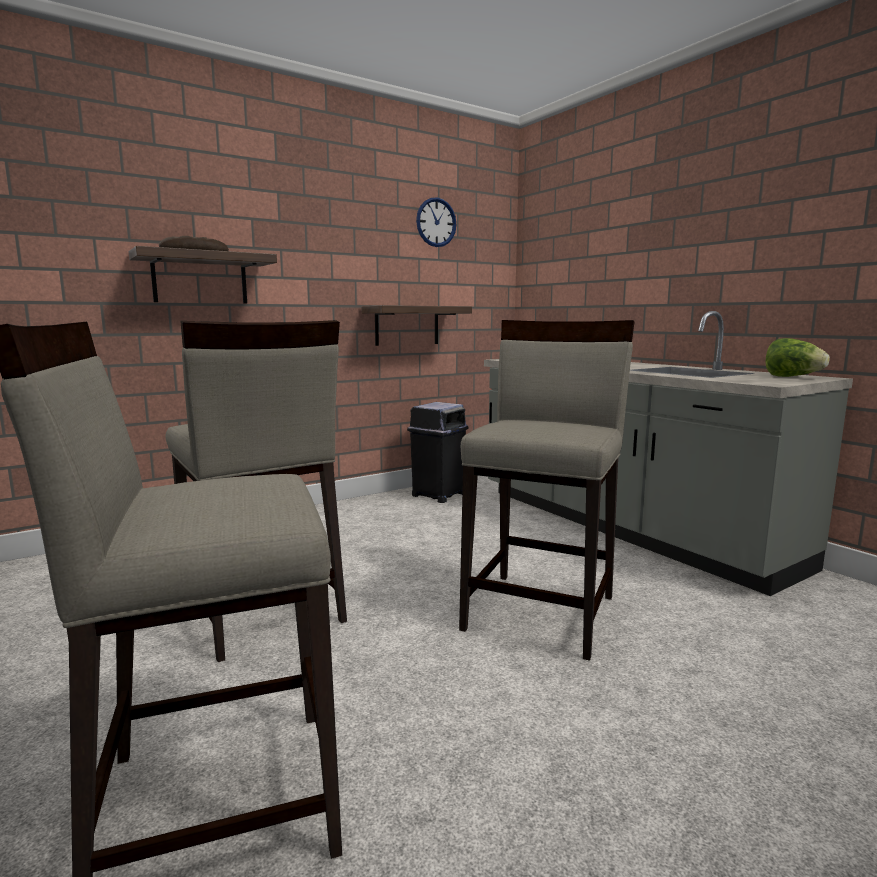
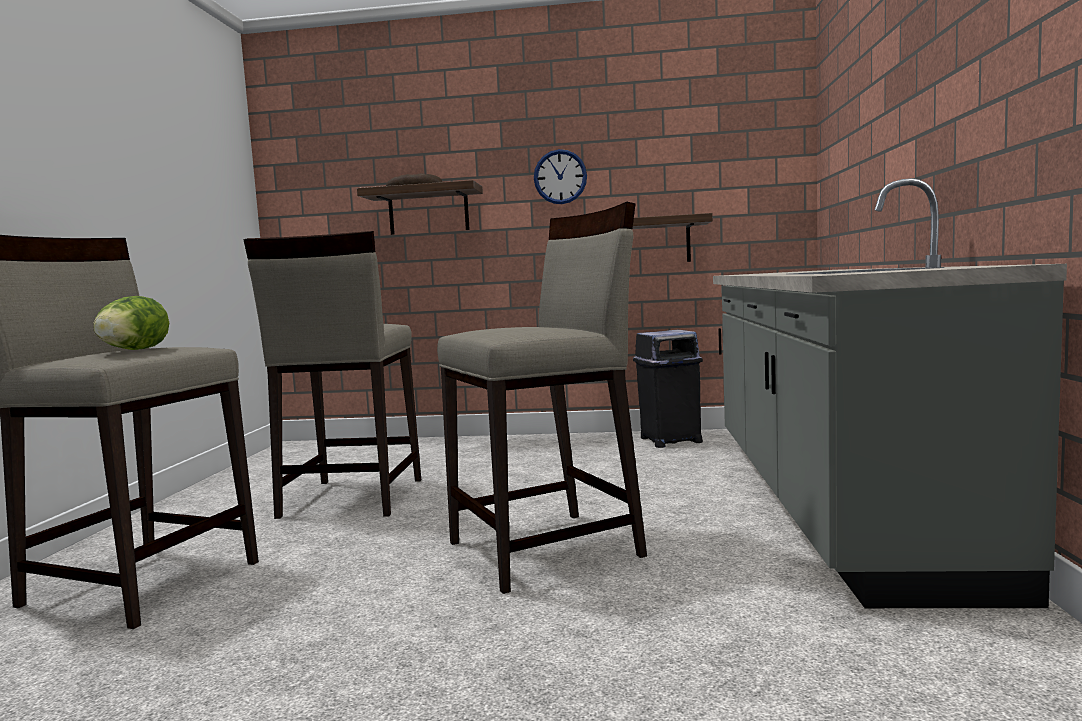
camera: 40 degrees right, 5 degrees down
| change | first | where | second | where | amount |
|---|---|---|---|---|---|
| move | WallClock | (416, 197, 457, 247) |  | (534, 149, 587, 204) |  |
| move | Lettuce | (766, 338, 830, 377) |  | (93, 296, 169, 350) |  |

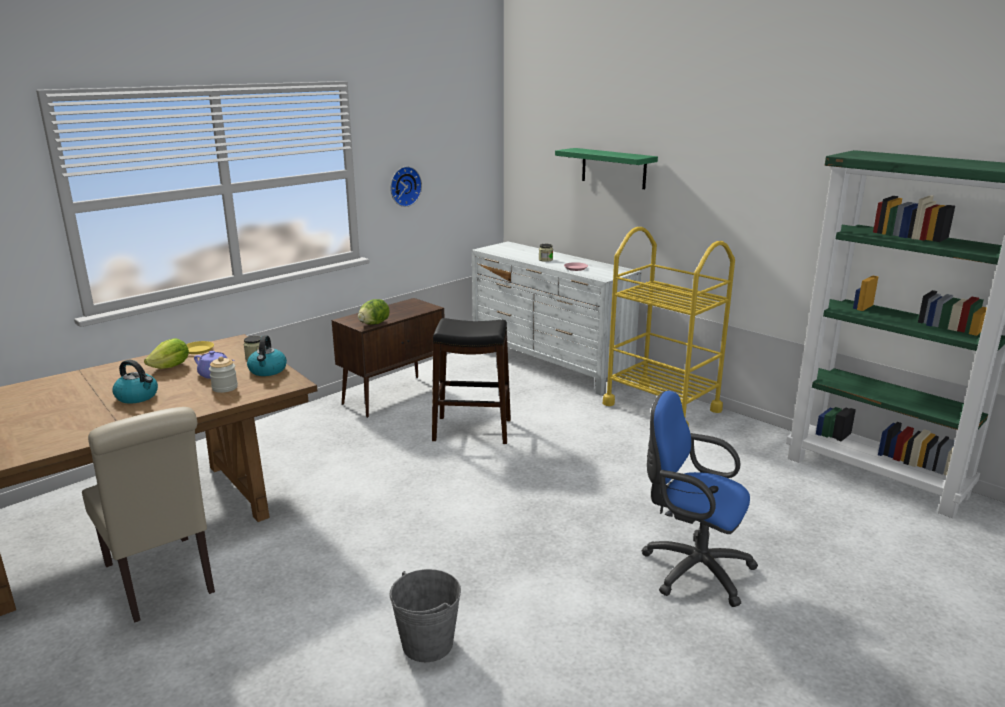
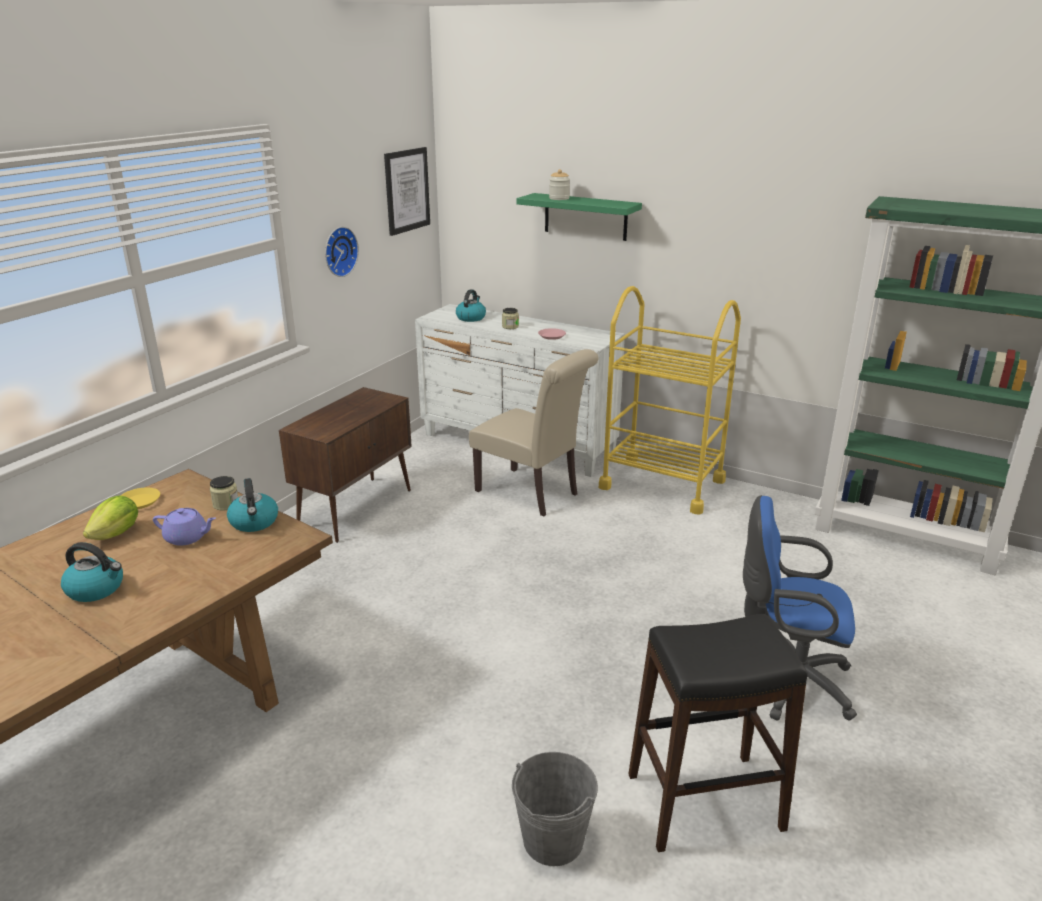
camera: 15 degrees left, 5 degrees up
| change | first | where | second | where | amount |
|---|---|---|---|---|---|
| move | BeigeChair | (82, 407, 215, 623) |  | (469, 349, 599, 517) |  |
| move | Jar | (209, 357, 238, 393) |  | (549, 169, 570, 200) |  |
| delete | Lettuce | (358, 299, 390, 325) |  |  |  |
| move | BlackStool | (432, 318, 511, 444) |  | (628, 614, 808, 852) |  |
| insert |  |  | Picture | (384, 147, 430, 236) |  |
| insert |  |  | Kettle | (456, 289, 486, 322) |  |

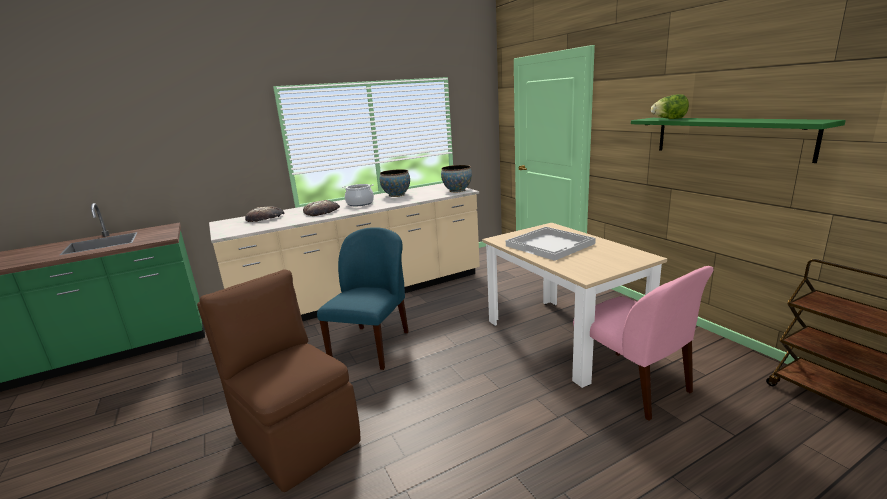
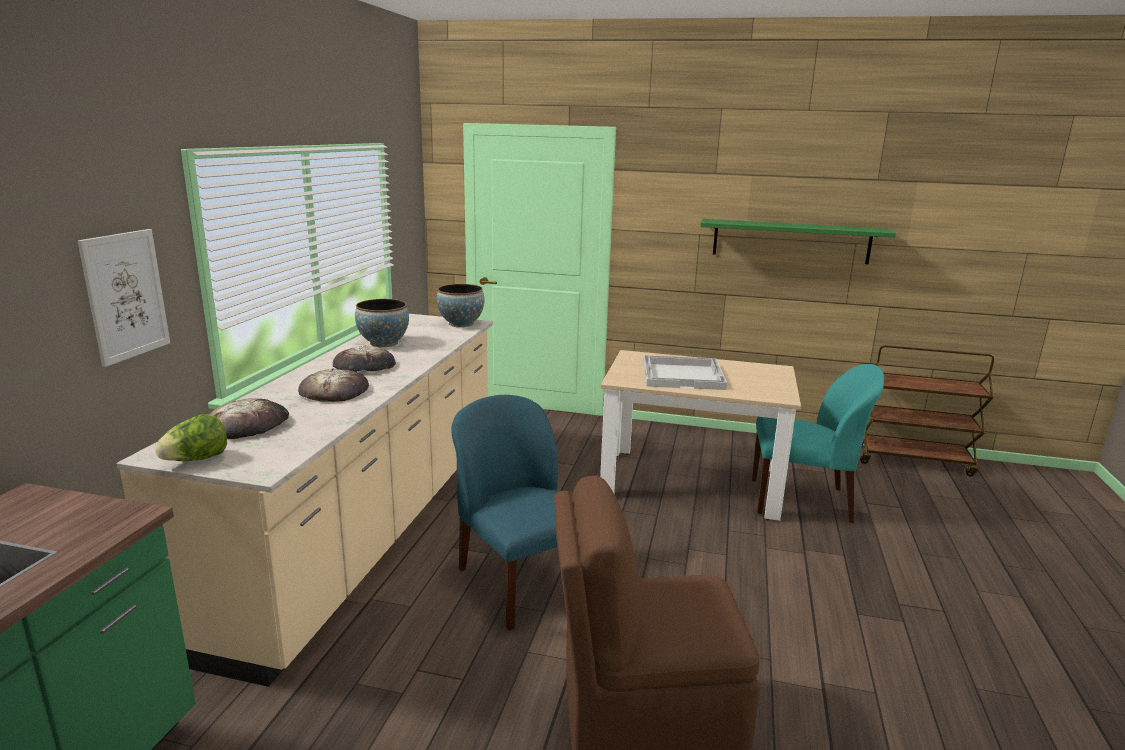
camera: 50 degrees left, 0 degrees up
| change | first | where | second | where | amount |
|---|---|---|---|---|---|
| replace | CookingPot | (342, 184, 374, 206) | Bread | (333, 345, 396, 372) |  |
| recolor | PinkChair | (573, 266, 714, 421) | TurquoiseChair | (752, 364, 884, 523) |  |
| move | Lettuce | (651, 94, 689, 119) |  | (155, 414, 227, 461) |  |
| insert |  |  | Picture | (78, 229, 170, 367) |  |

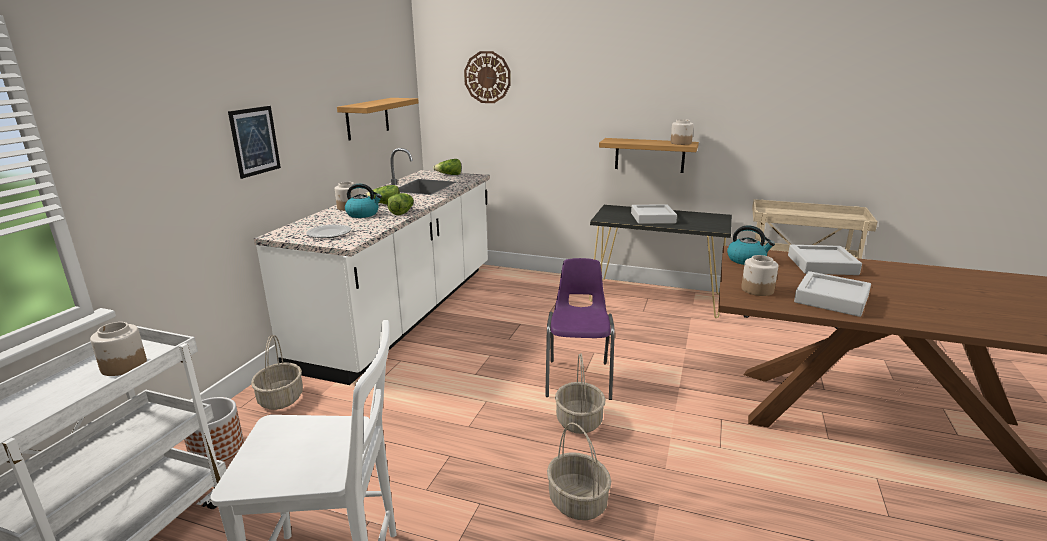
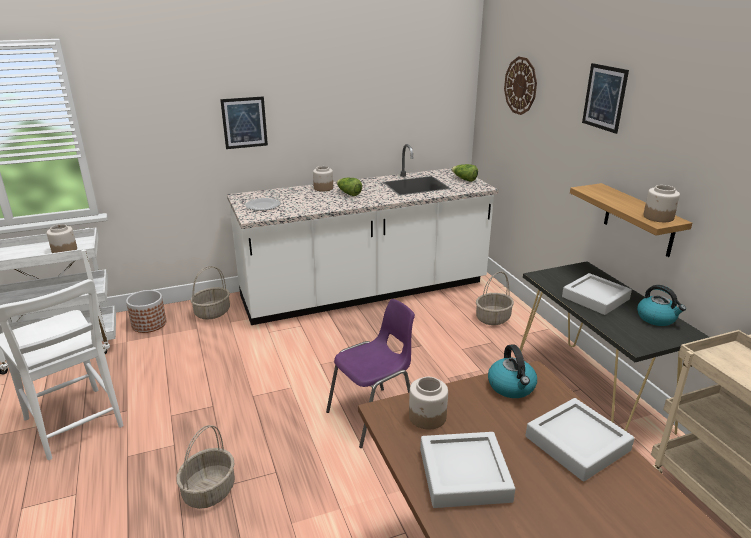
camera: 50 degrees right, 5 degrees up
| change | first | where | second | where | amount |
|---|---|---|---|---|---|
| delete | Shelf | (337, 98, 419, 141) |  |  |  |
| move | Kettle | (345, 184, 382, 218) |  | (637, 285, 686, 326) |  |
| delete | Lettuce | (387, 193, 414, 215) |  |  |  |
| move | Basket | (555, 353, 605, 434) |  | (476, 272, 514, 325) |  |
| insert |  |  | Picture | (582, 63, 629, 134) |  |

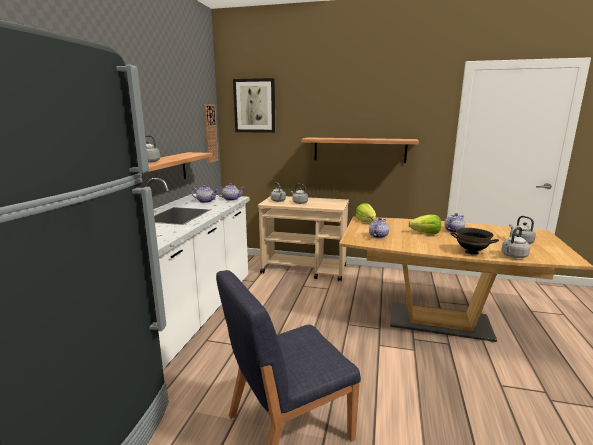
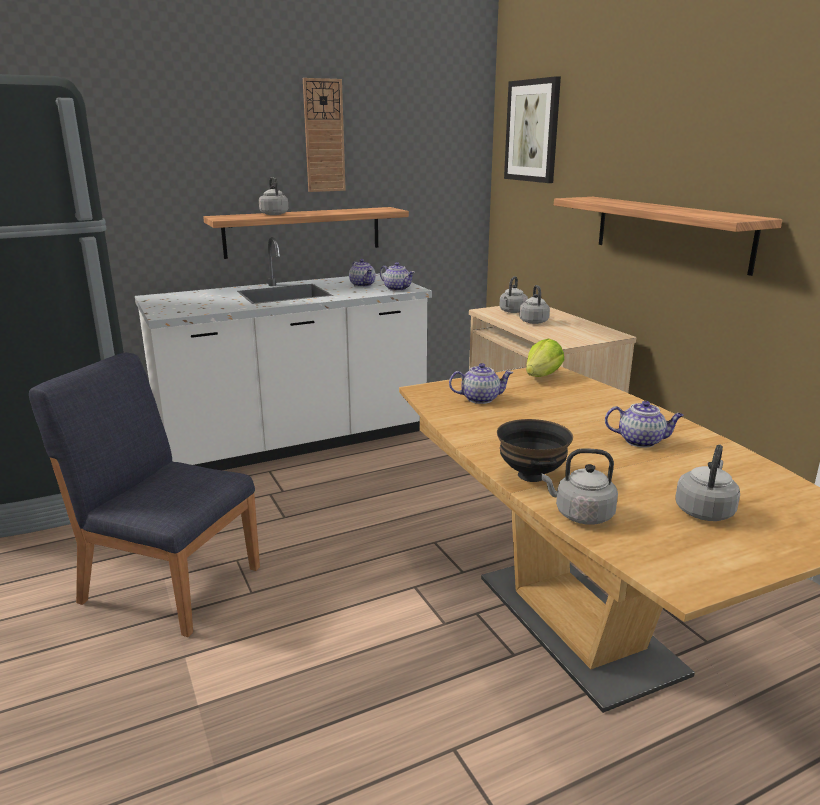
camera: 50 degrees right, 5 degrees up
| change | first | where | second | where | amount |
|---|---|---|---|---|---|
| move | WallClock | (204, 104, 218, 163) |  | (303, 78, 346, 192) |  |
| delete | Lettuce | (409, 214, 441, 234) |  |  |  |

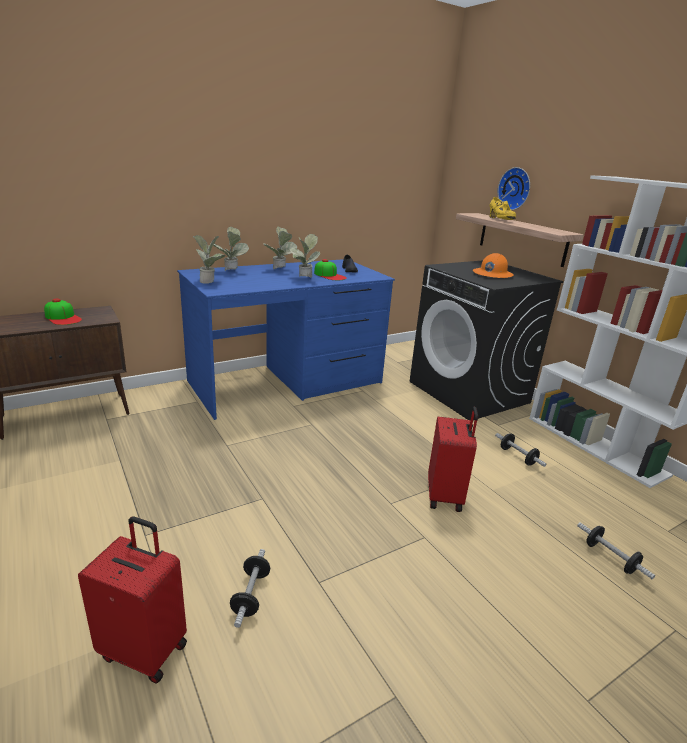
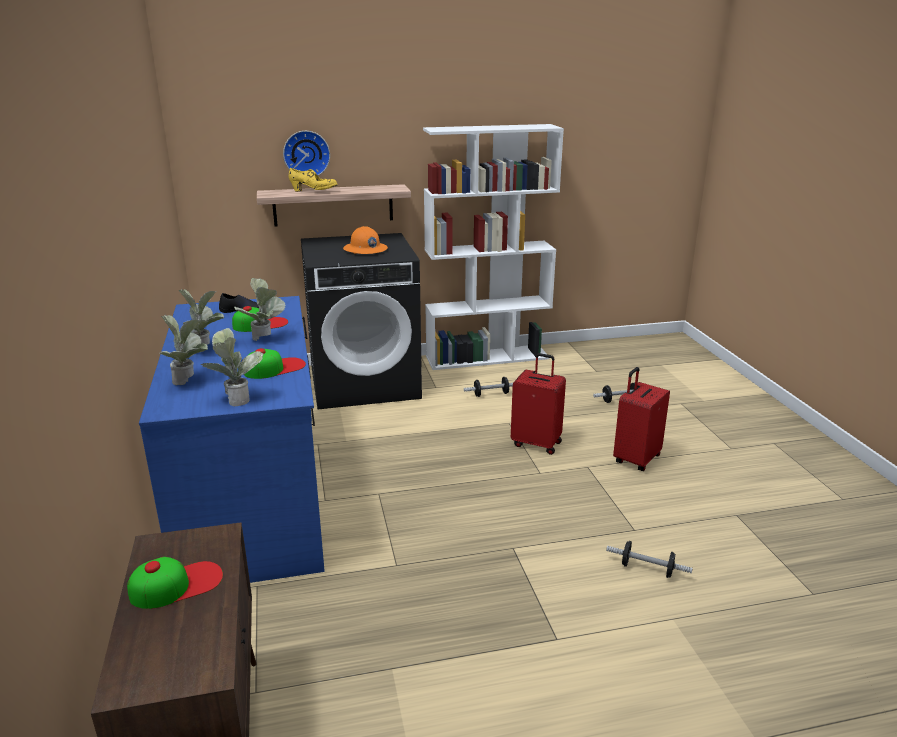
camera: 70 degrees left, 0 degrees up
| change | first | where | second | where | amount |
|---|---|---|---|---|---|
| move | RedSuitcase | (78, 516, 187, 684) |  | (613, 367, 670, 471) |  |
| insert |  |  | Cap | (244, 348, 306, 379) |  |

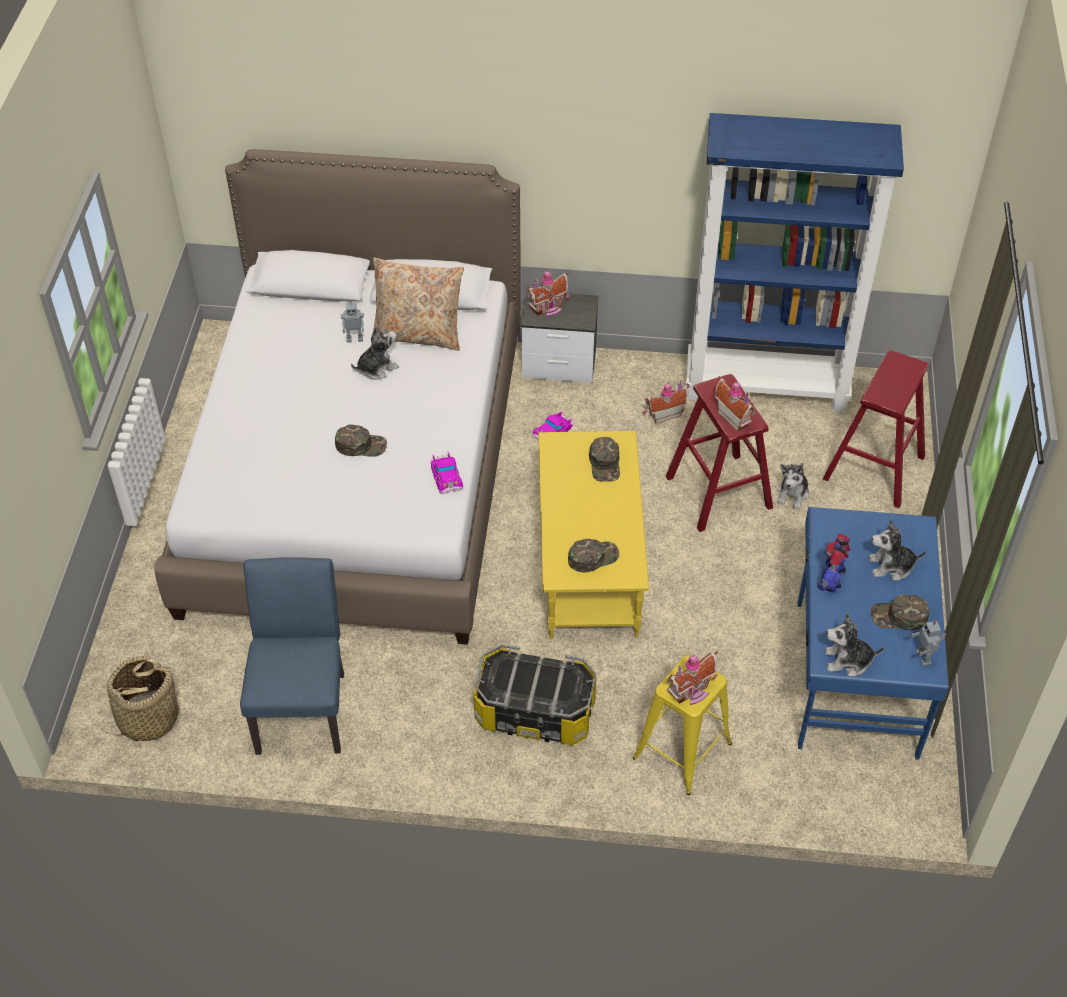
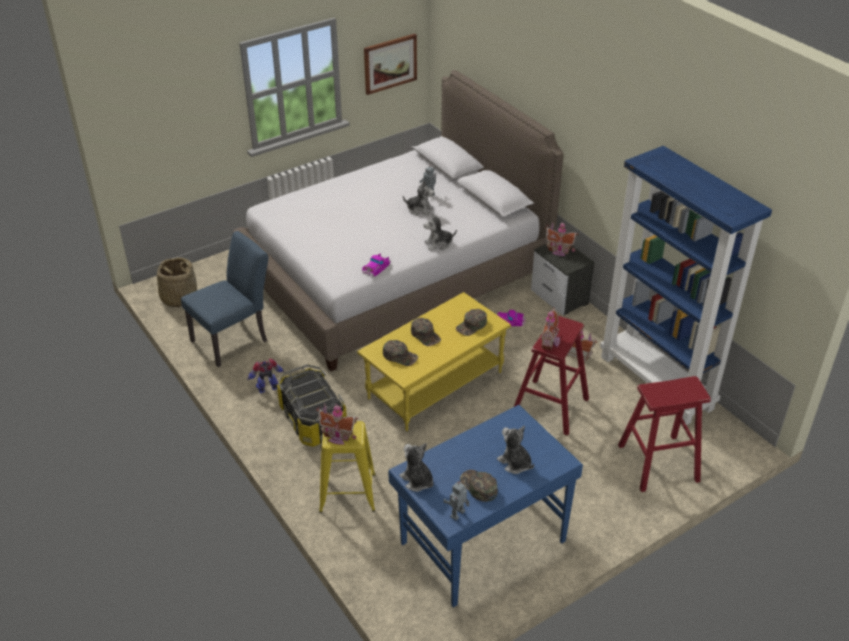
camera: 50 degrees right, 10 degrees down
| change | first | where | second | where | amount |
|---|---|---|---|---|---|
| move | GreenCap | (335, 424, 387, 457) |  | (411, 318, 441, 346) |  |
| delete | BeigePillow | (371, 258, 464, 351) |  |  |  |
| move | PlushToy | (777, 462, 809, 510) |  | (423, 213, 457, 251) |  |
| move | ToyRobot | (818, 534, 850, 593) |  | (247, 359, 284, 393) |  |
| insert |  |  | Picture | (364, 34, 417, 95) |  |

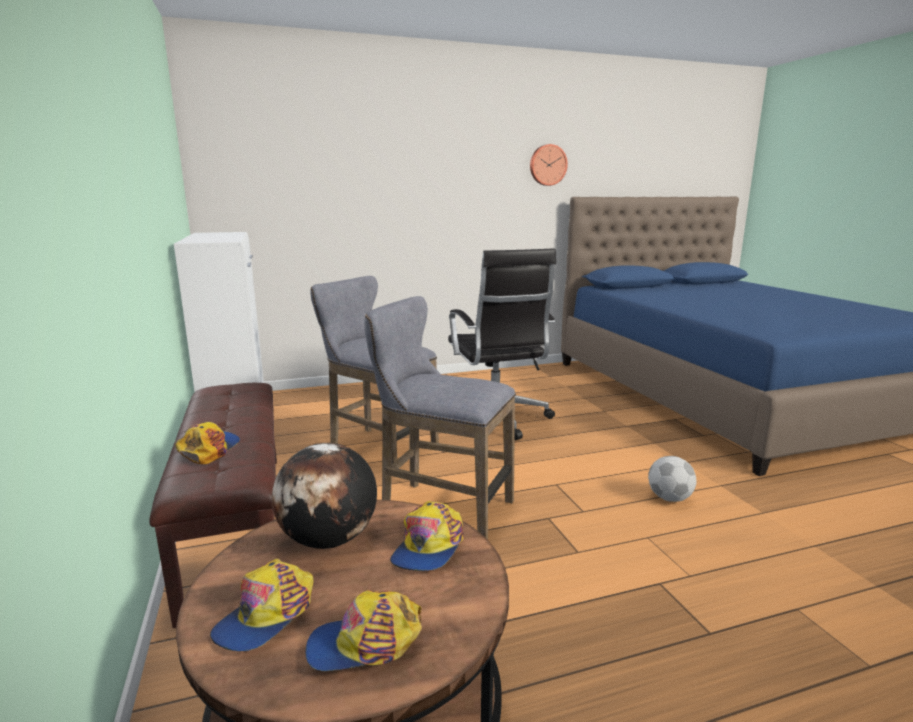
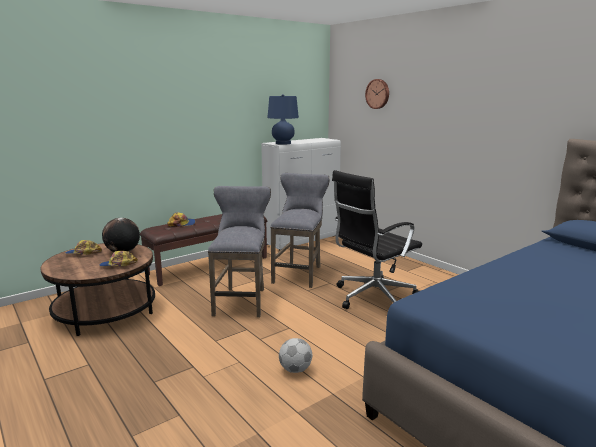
camera: 70 degrees right, 0 degrees up
| change | first | where | second | where | amount |
|---|---|---|---|---|---|
| delete | Cap | (305, 590, 422, 671) |  |  |  |
| move | WallClock | (530, 144, 568, 186) |  | (365, 79, 389, 109) |  |
| insert |  |  | BlueTableLamp | (267, 94, 299, 145) |  |

